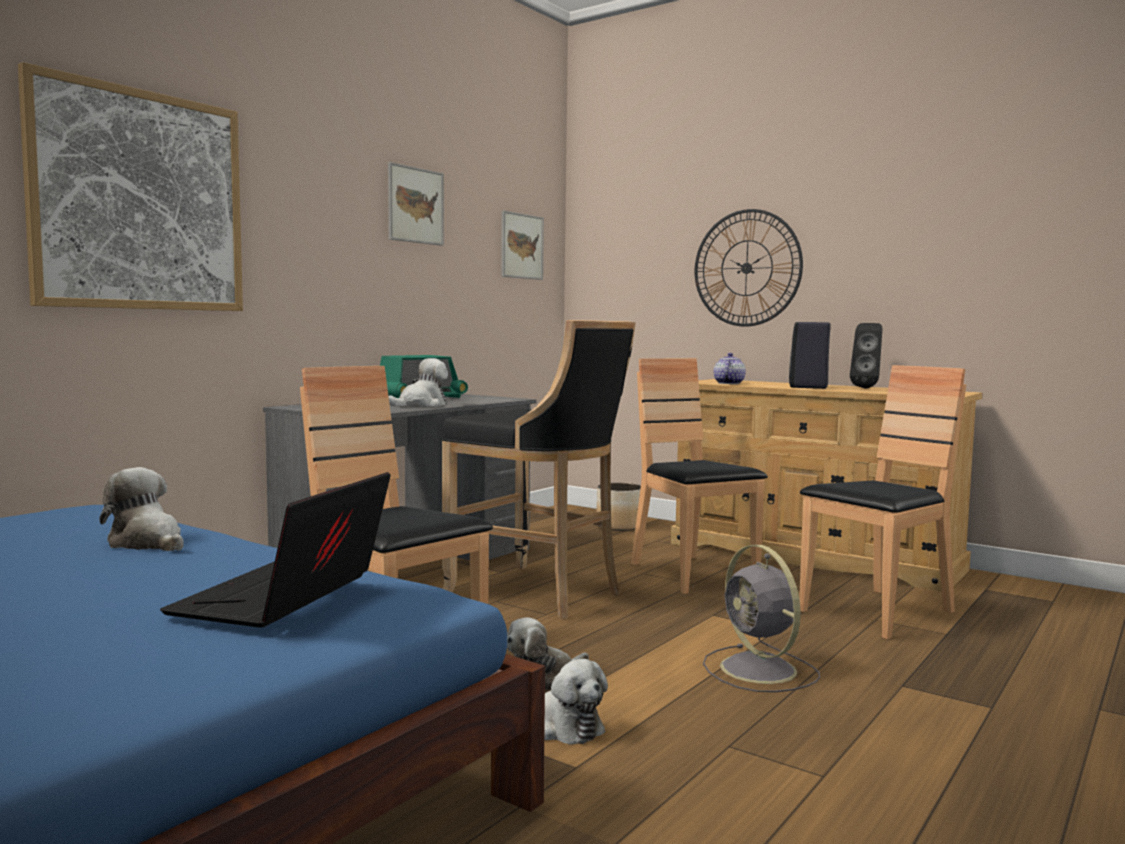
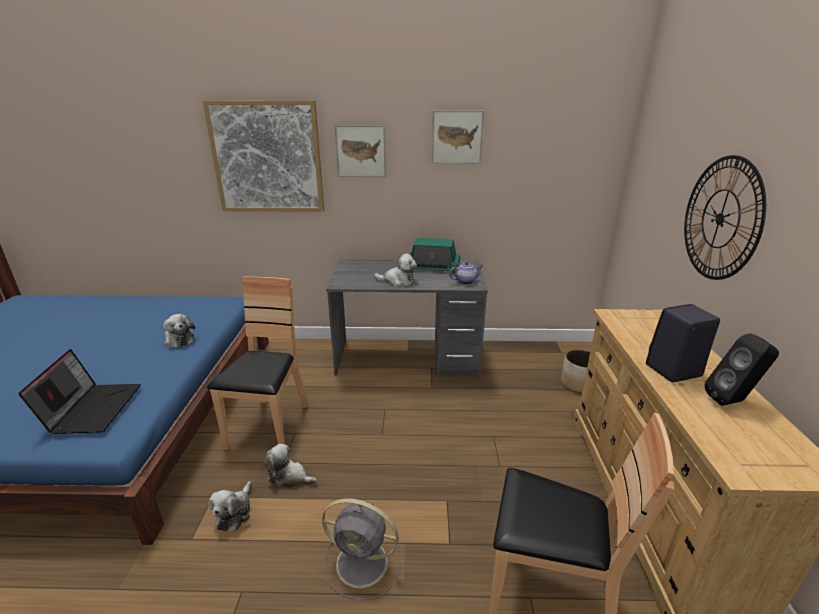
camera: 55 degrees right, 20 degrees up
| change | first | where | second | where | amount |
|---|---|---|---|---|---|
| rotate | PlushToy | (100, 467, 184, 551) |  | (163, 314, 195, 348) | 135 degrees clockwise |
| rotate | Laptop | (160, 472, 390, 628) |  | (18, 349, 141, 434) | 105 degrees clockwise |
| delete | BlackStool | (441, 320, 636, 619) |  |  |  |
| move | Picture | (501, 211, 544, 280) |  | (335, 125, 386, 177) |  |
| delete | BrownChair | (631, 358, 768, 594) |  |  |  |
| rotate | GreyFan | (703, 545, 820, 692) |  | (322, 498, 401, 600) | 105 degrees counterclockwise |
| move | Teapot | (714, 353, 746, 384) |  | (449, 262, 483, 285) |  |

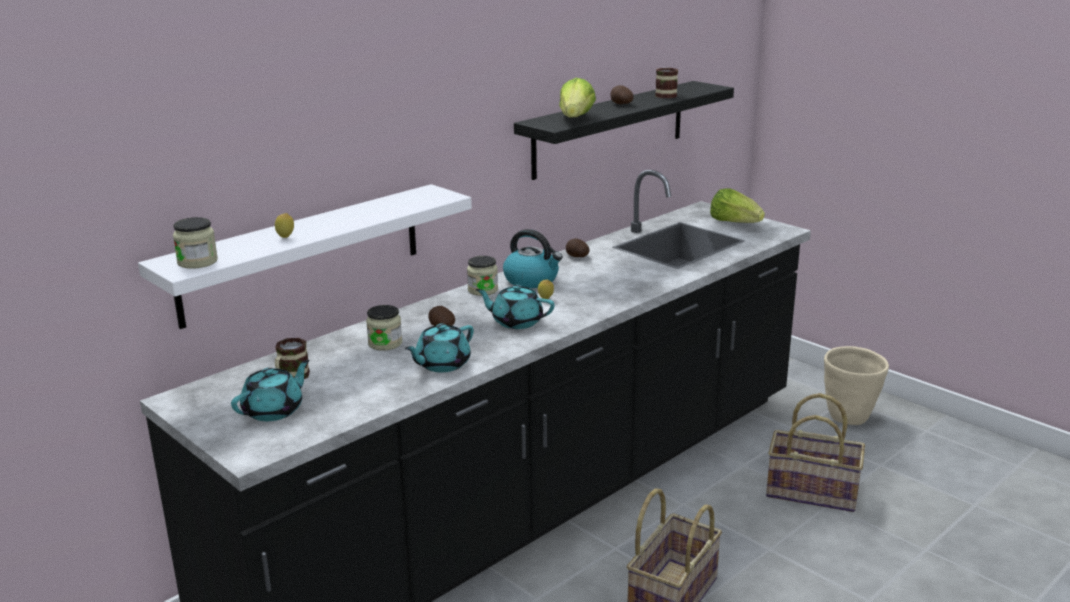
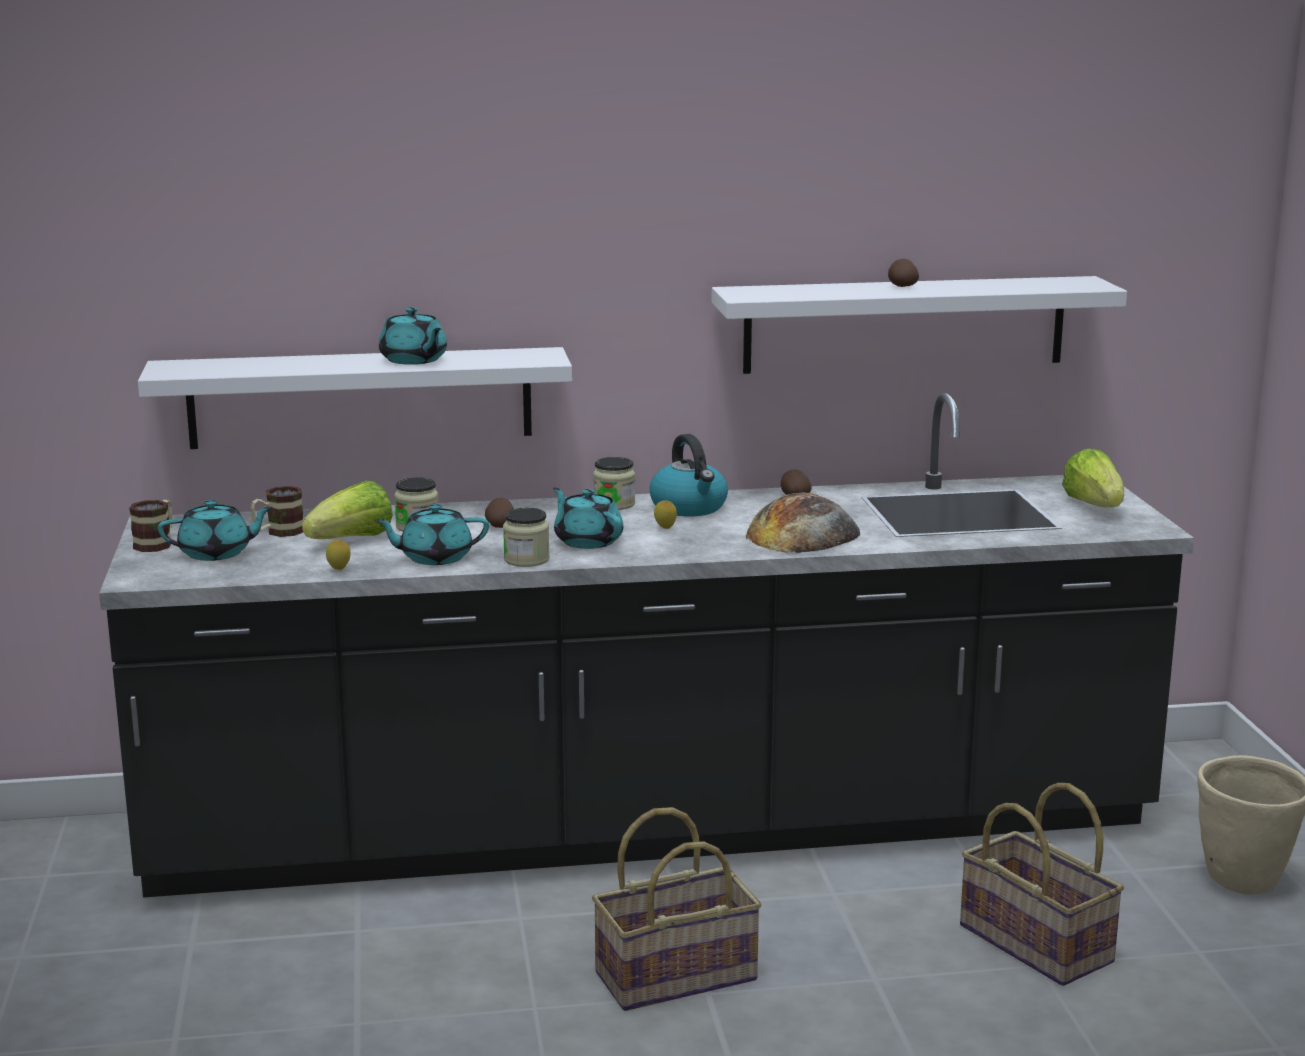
camera: 35 degrees right, 5 degrees down
| change | first | where | second | where | amount |
|---|---|---|---|---|---|
| move | Jar | (173, 217, 218, 269) |  | (503, 508, 550, 567) |  |
| move | Lemon | (275, 213, 294, 238) |  | (326, 539, 351, 570) |  |
| recolor | BlackShelf | (514, 81, 734, 180) | WhiteShelf | (712, 276, 1127, 374) |  |
| move | Lettuce | (559, 78, 596, 117) |  | (302, 481, 393, 539) |  |
| move | Mug | (655, 68, 678, 98) |  | (129, 500, 173, 552) |  |
| insert |  |  | TurquoiseTeapot | (379, 307, 447, 365) |  |
| insert |  |  | Bread | (746, 493, 860, 553) |  |

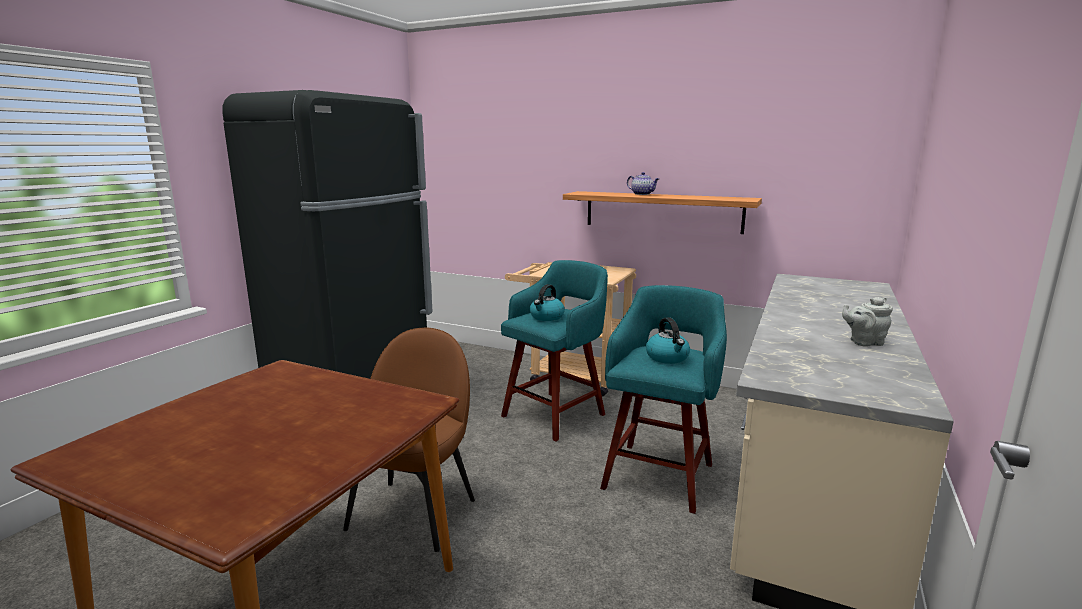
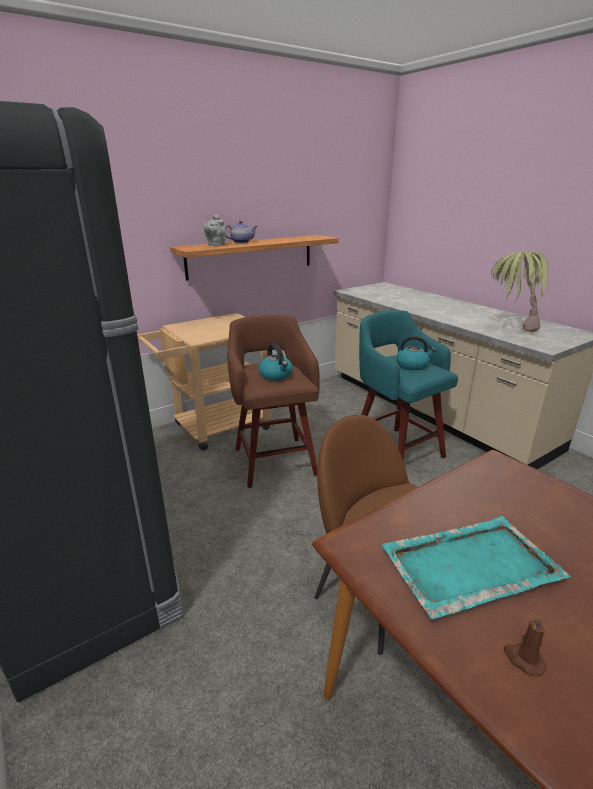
camera: 60 degrees left, 10 degrees up
| change | first | where | second | where | amount |
|---|---|---|---|---|---|
| recolor | TurquoiseStool | (501, 260, 608, 442) | BrownStool | (227, 315, 320, 488) |  |
| move | GreyTeapot | (842, 297, 893, 347) |  | (203, 215, 226, 246) |  |
| insert |  |  | TurquoiseTray | (382, 516, 570, 619) |  |
| insert |  |  | PottedPlant | (491, 251, 549, 332) |  |
| insert |  |  | BrownCandle | (504, 616, 547, 676) |  |

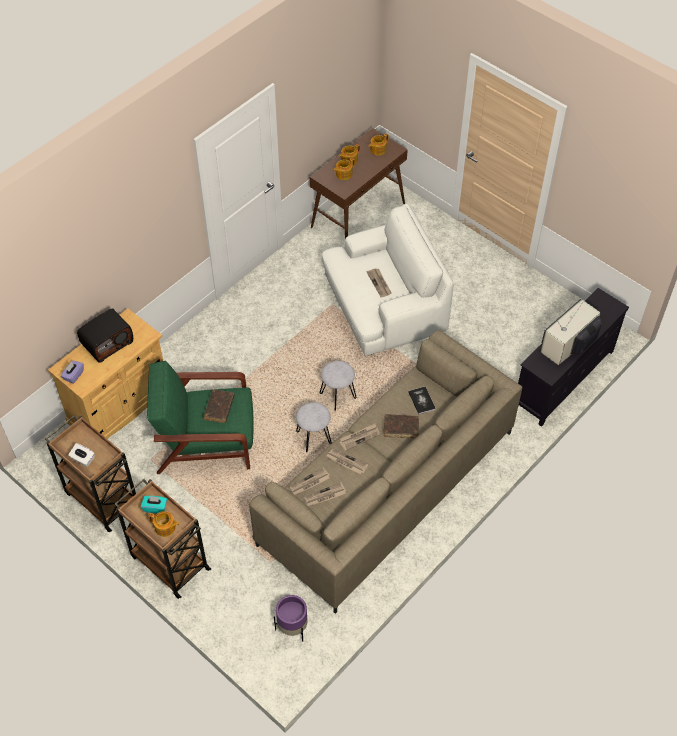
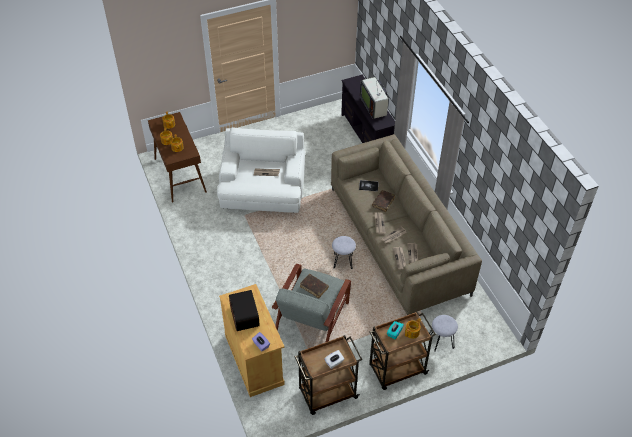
camera: 65 degrees left, 5 degrees down
| change | first | where | second | where | amount |
|---|---|---|---|---|---|
| recolor | GreenArmchair | (147, 361, 253, 474) | GreyArmchair | (272, 263, 351, 342) |  |
| delete | PurplePlanter | (274, 595, 308, 642) |  |  |  |
| move | GreyStool | (320, 361, 357, 411) |  | (429, 315, 458, 352) |  |

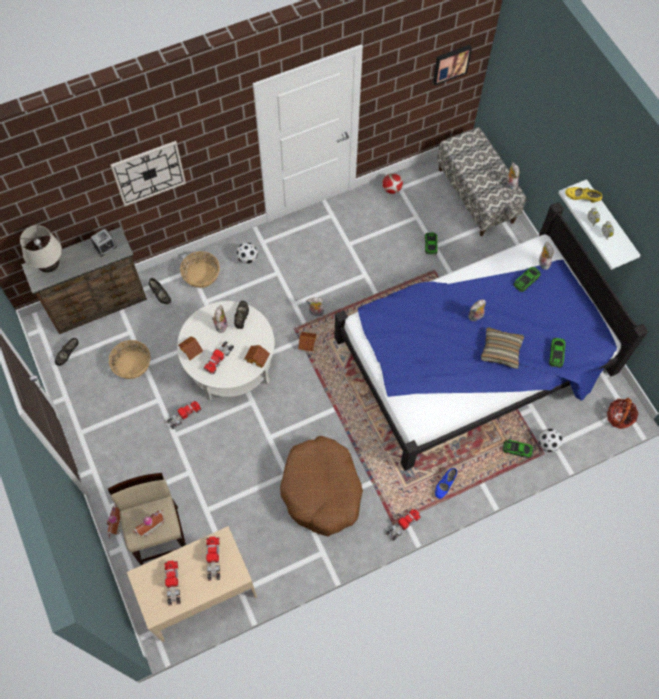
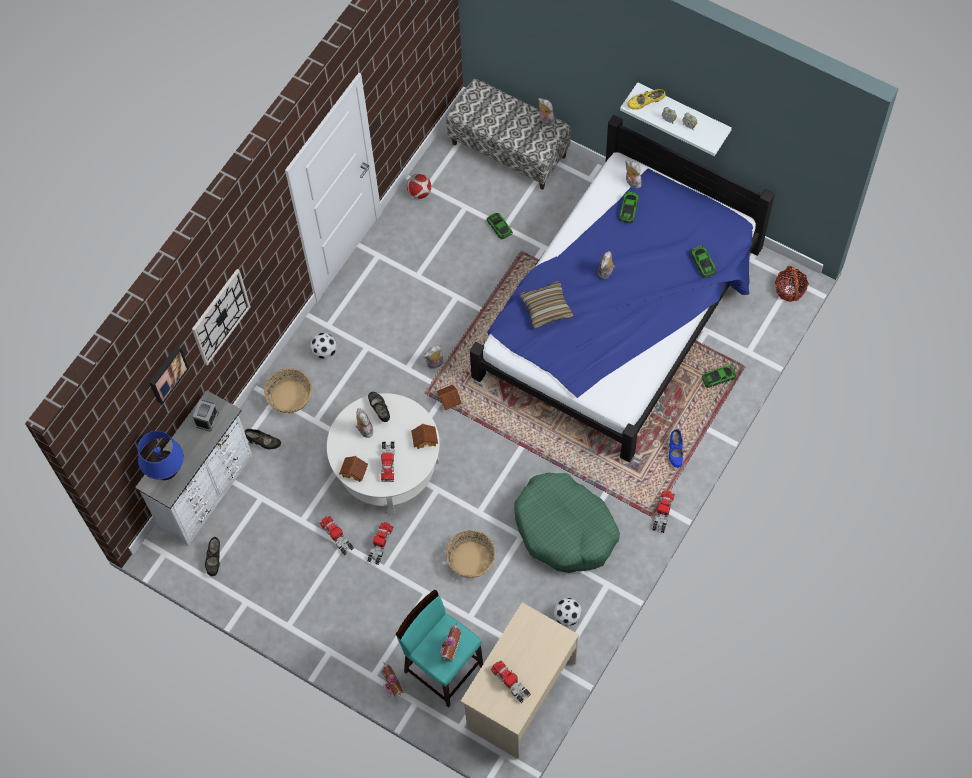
camera: 30 degrees left, 0 degrees up
| change | first | where | second | where | amount |
|---|---|---|---|---|---|
| recolor | BeigeTableLamp | (20, 225, 62, 273) | BlueTableLamp | (138, 431, 184, 480) |  |
| recolor | BrownDresser | (21, 227, 147, 334) | WhiteDresser | (135, 390, 253, 546) |  |
| recolor | BeigeStool | (108, 473, 186, 565) | TurquoiseStool | (396, 589, 483, 708) |  |
| move | Basket | (109, 340, 150, 379) |  | (446, 530, 496, 578) |  |
| move | ToyTruck | (206, 536, 220, 581) |  | (319, 516, 354, 555) |  |
| recolor | BrownDogBed | (280, 436, 363, 537) | GreenDogBed | (514, 473, 620, 573) |  |
| move | Picture | (433, 45, 472, 85) |  | (149, 346, 189, 405) |  |
| move | Pillow | (481, 327, 524, 369) |  | (520, 281, 574, 328) |  |
| move | Football | (538, 428, 563, 452) |  | (554, 598, 582, 626) |  |

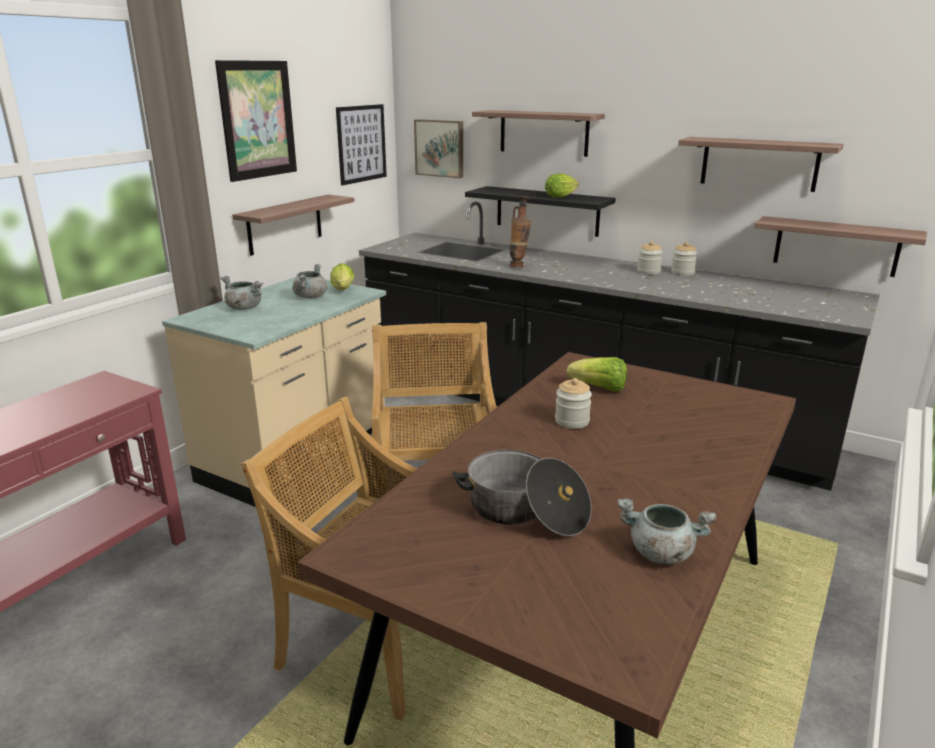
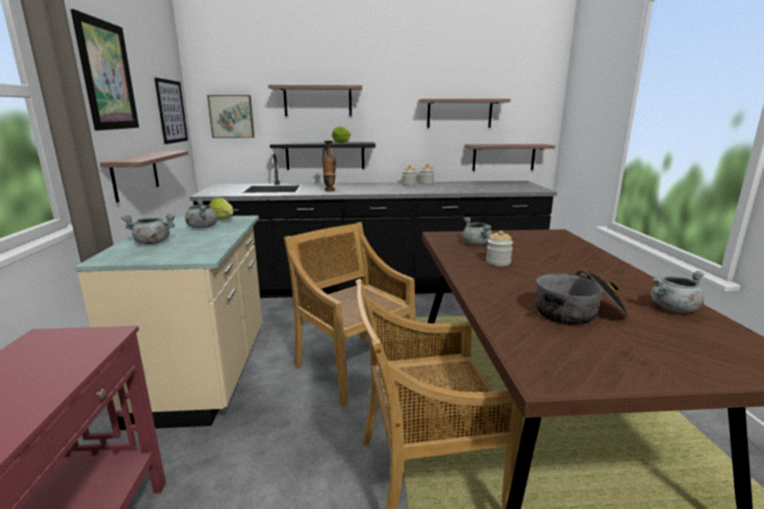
camera: 35 degrees left, 5 degrees down
| change | first | where | second | where | amount |
|---|---|---|---|---|---|
| replace | Lettuce | (566, 357, 627, 392) | GreyCookingPot | (462, 217, 492, 245) |  |

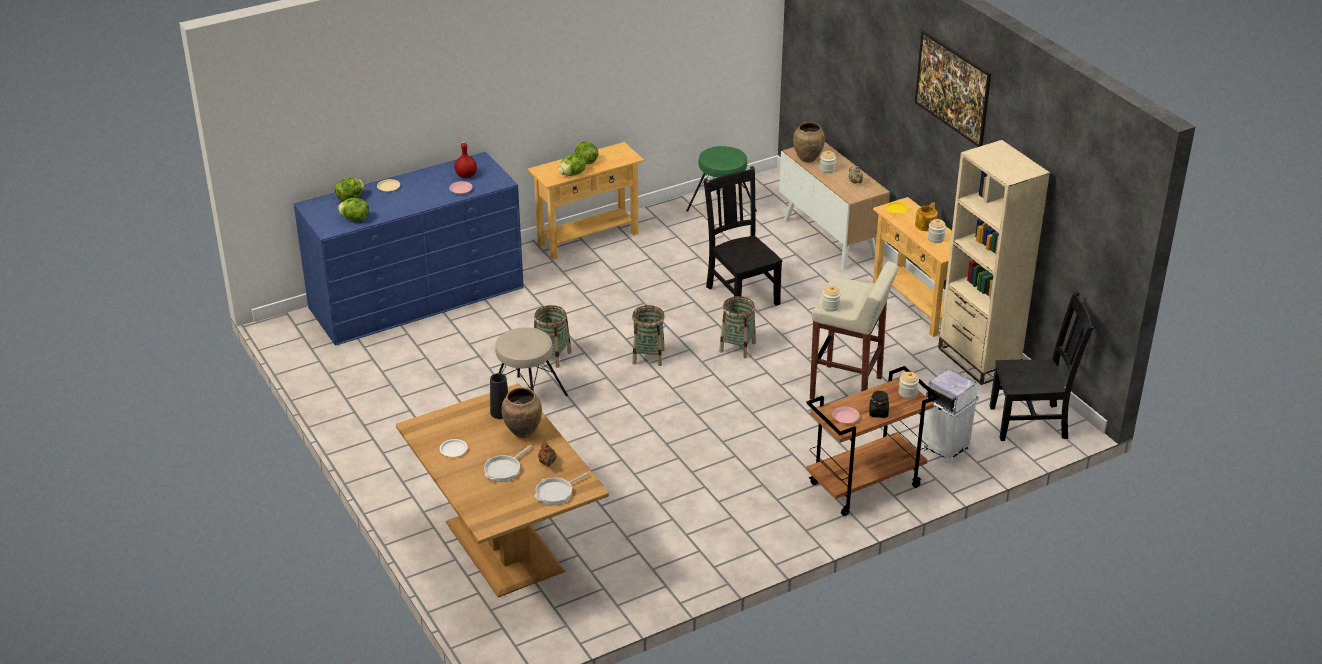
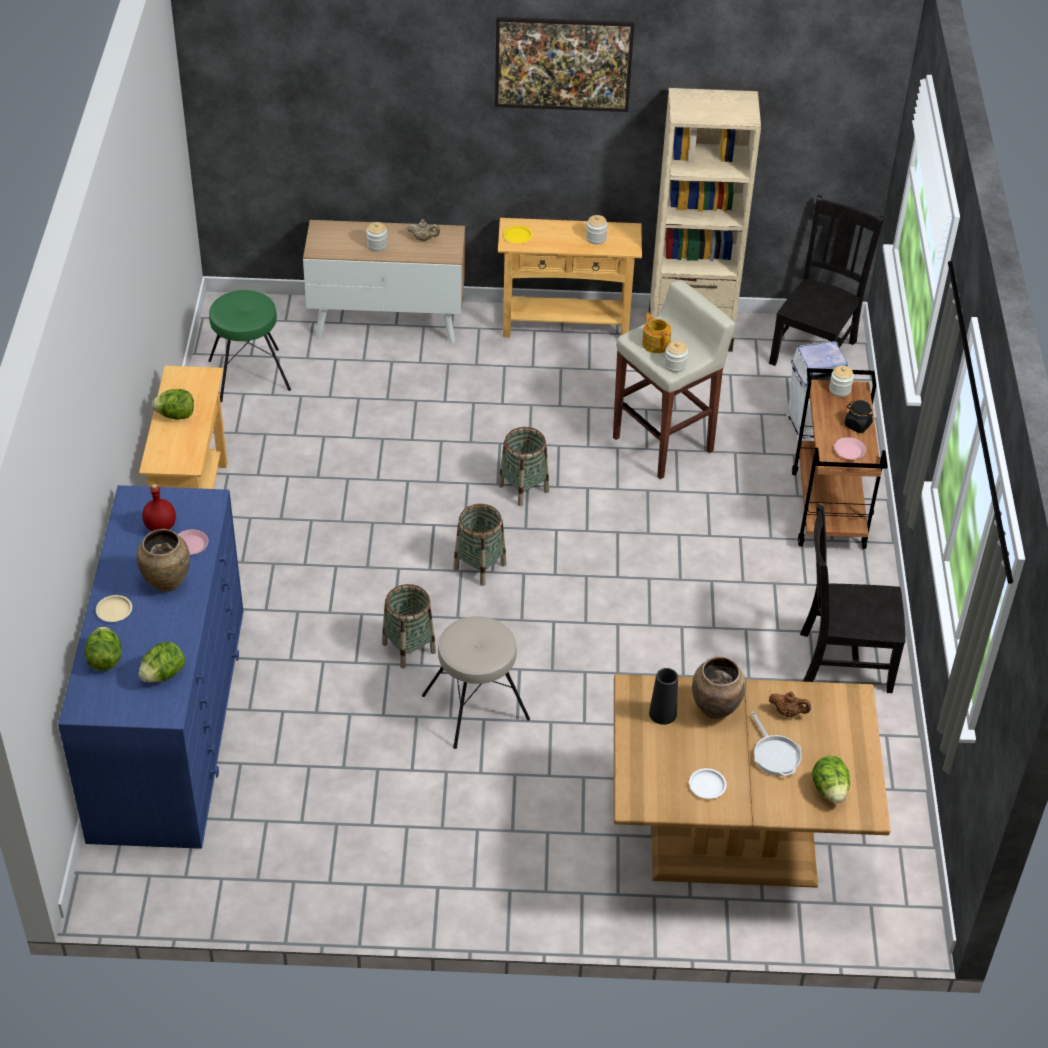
camera: 60 degrees left, 10 degrees up
| change | first | where | second | where | amount |
|---|---|---|---|---|---|
| delete | FryingPan | (534, 472, 590, 505) |  |  |  |
| move | Lettuce | (558, 153, 586, 176) |  | (812, 756, 850, 803) |  |
| move | BlackChair | (704, 166, 782, 306) |  | (800, 504, 905, 693) |  |
| move | BrownVase | (793, 122, 825, 163) |  | (137, 529, 190, 592) |  |
| move | Teapot | (915, 202, 938, 231) |  | (642, 313, 671, 353) |  |

